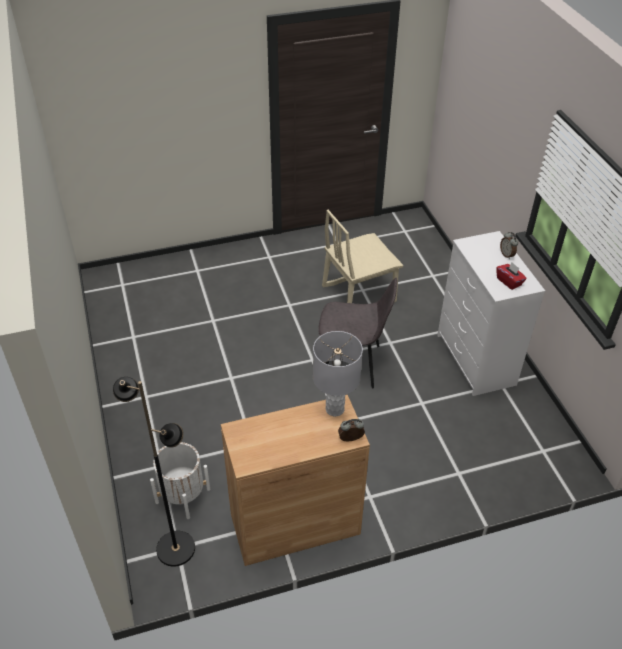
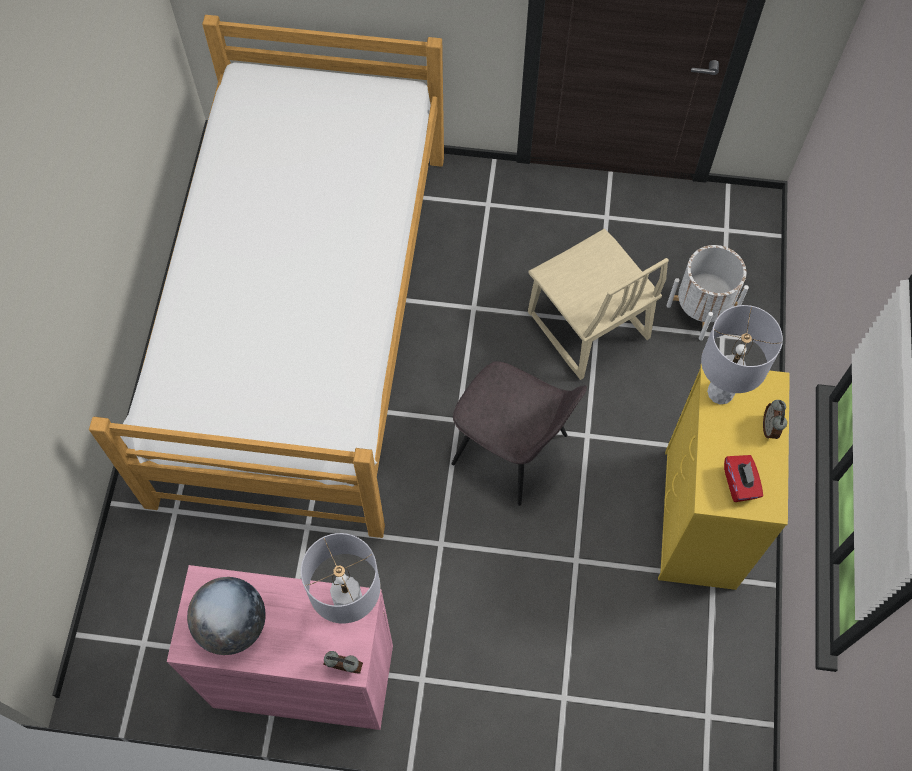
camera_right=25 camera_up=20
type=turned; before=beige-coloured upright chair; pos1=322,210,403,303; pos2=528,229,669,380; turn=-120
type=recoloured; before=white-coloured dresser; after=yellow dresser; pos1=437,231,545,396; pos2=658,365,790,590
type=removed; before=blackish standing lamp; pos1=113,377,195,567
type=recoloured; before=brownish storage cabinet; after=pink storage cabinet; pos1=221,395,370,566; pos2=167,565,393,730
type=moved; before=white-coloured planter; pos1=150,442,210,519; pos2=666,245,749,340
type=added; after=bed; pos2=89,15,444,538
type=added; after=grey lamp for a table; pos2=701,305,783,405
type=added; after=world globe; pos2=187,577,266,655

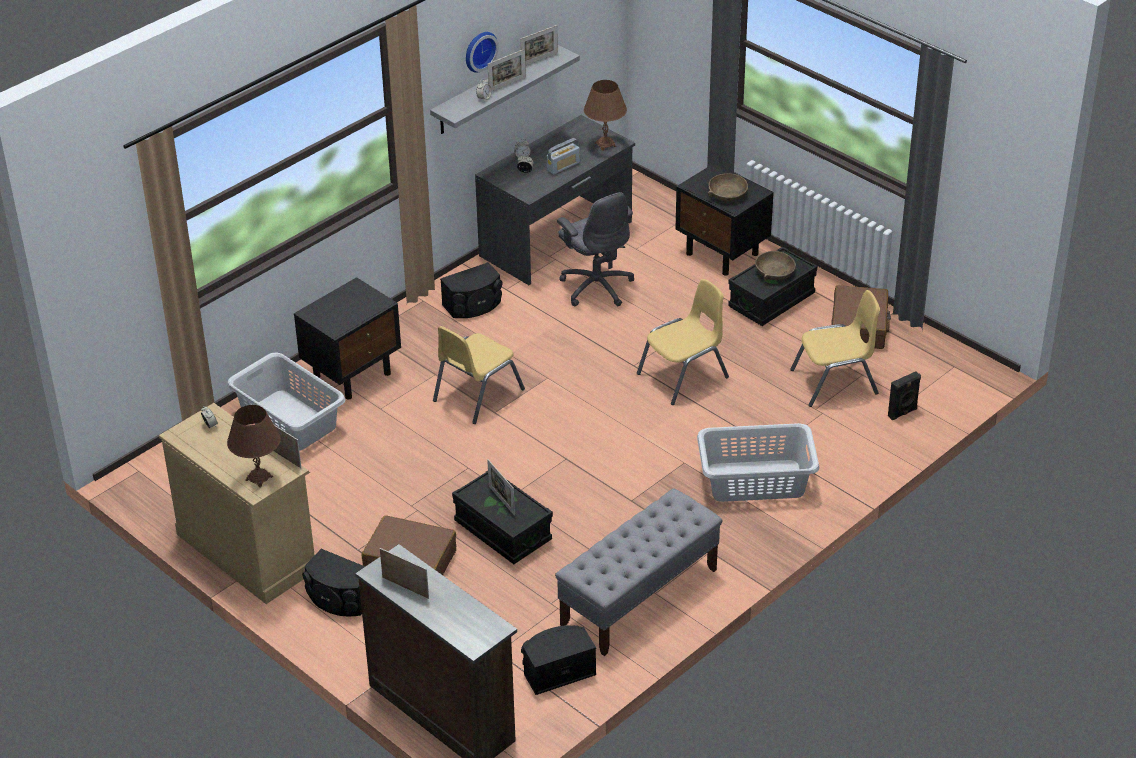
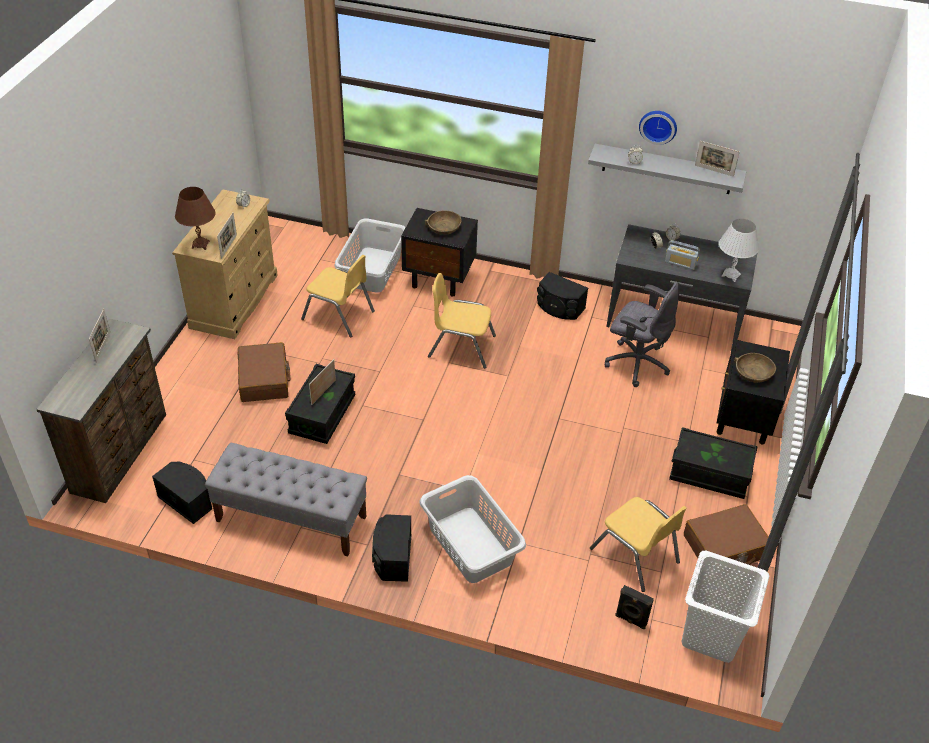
camera_right=60 camera_up=5
type=removed; before=photo frame; pos1=488,49,526,91
type=recoloured; before=brownish lamp for a table; after=white-coloured lamp for a table; pos1=584,80,627,151; pos2=719,219,759,282
type=turned; before=grey office chair; pos1=557,192,634,307; pos2=605,282,680,387; turn=-90
type=moved; before=brownish deep dish; pos1=755,251,796,281; pos2=425,210,461,235
type=moved; before=yellow upright chair; pos1=637,279,729,405; pos2=301,255,375,337
type=moved; before=blackish loudspeaker; pos1=302,549,365,616; pos2=372,514,411,582
type=added; after=white-coloured hamper; pos2=682,551,769,663

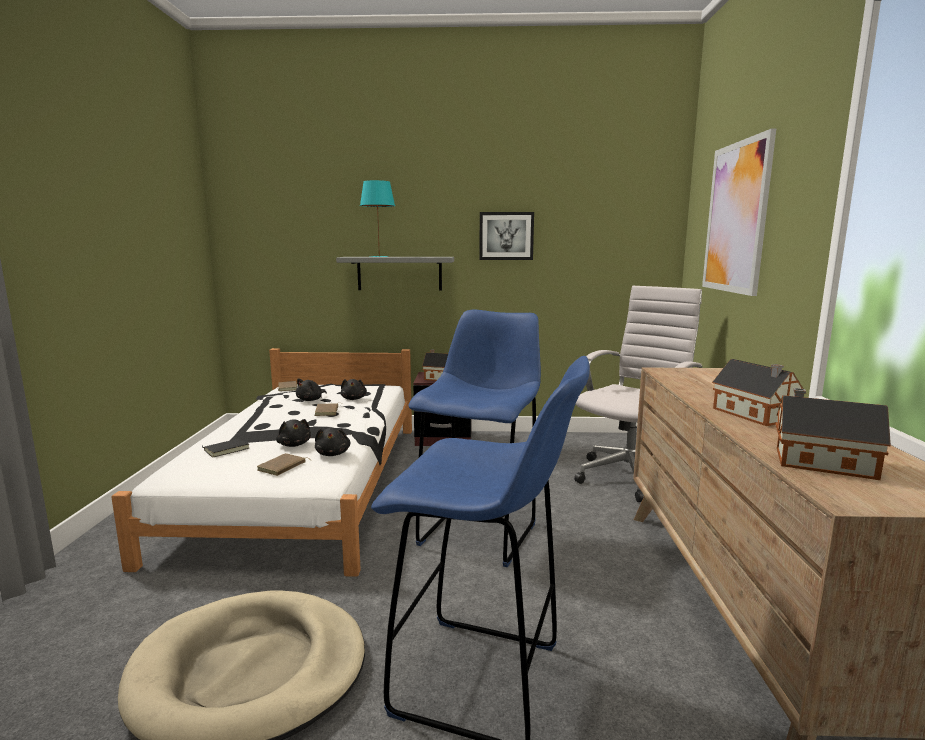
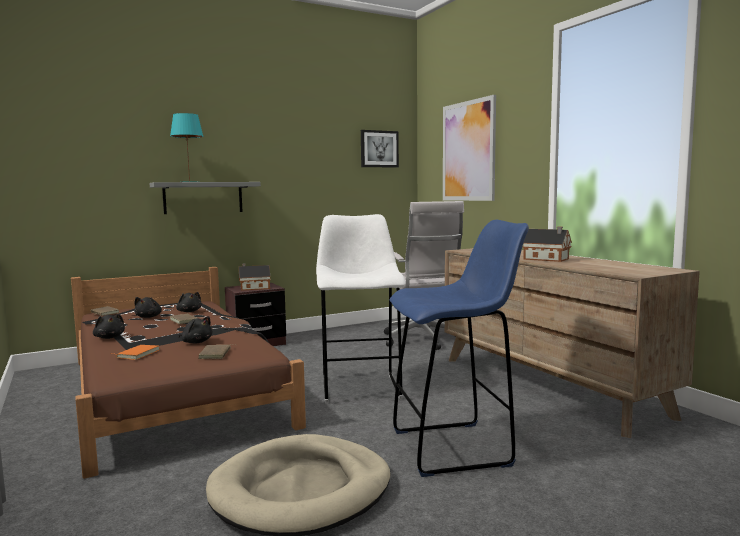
camera_right=-30 camera_up=-5
type=moved; before=wall art; pos1=479,212,534,260; pos2=361,130,399,168
type=turned; before=white-coloured office chair; pos1=574,286,702,502; pos2=384,201,464,350; turn=150
type=recoloured; before=blue-coloured sitting stool; after=white-coloured sitting stool; pos1=408,310,541,567; pos2=316,214,406,404
type=recoloured; before=white-coloured bed; after=brownish bed; pos1=111,348,412,577; pos2=71,267,306,479
type=removed; before=model house; pos1=776,388,891,480
type=moved; before=blackish soft toy; pos1=315,428,350,456; pos2=93,314,125,339
type=recoloured; before=blackish volume; after=orange-coloured volume; pos1=202,439,249,457; pos2=111,345,160,360

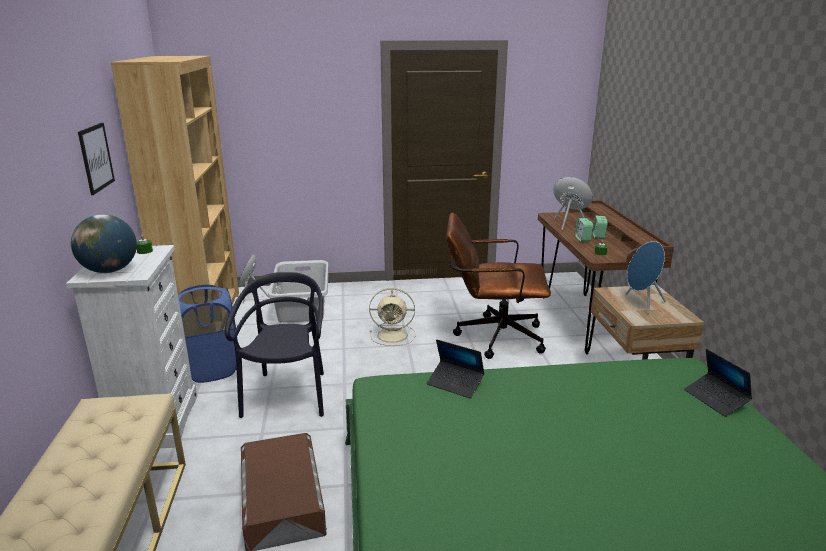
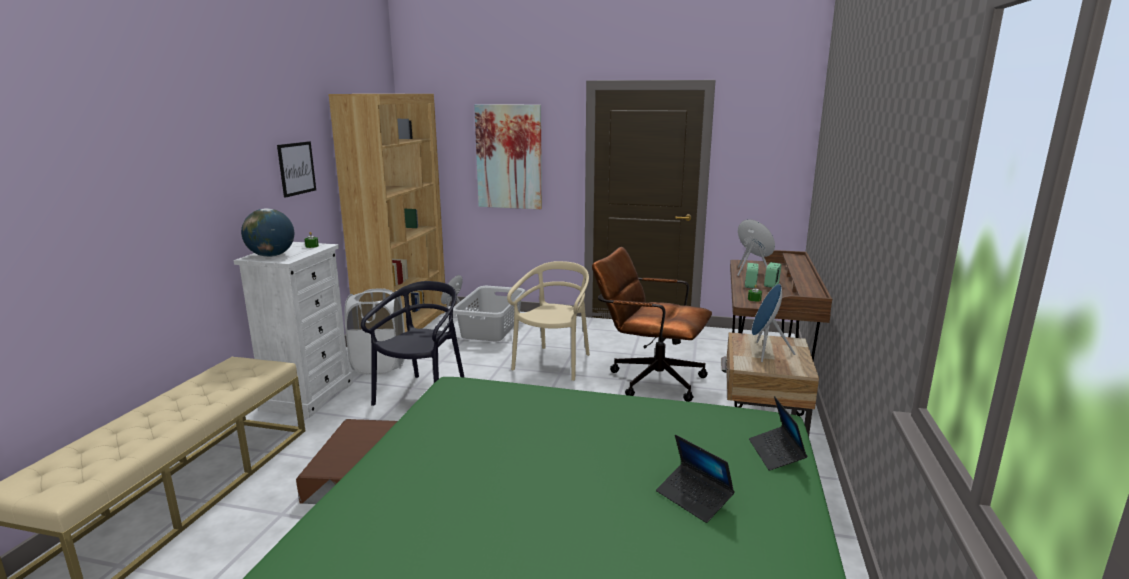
camera_right=20 camera_up=-5
type=recoloured; before=blue-coloured hamper; after=white-coloured hamper; pos1=178,284,237,383; pos2=345,288,405,375
type=replaced; before=beige-coloured cooling fan; after=beige-coloured upright chair; pos1=369,288,416,346; pos2=507,261,590,381
type=moved; before=portable computer; pos1=427,339,485,398; pos2=656,435,735,523
type=added; after=wall art; pos2=474,104,542,209

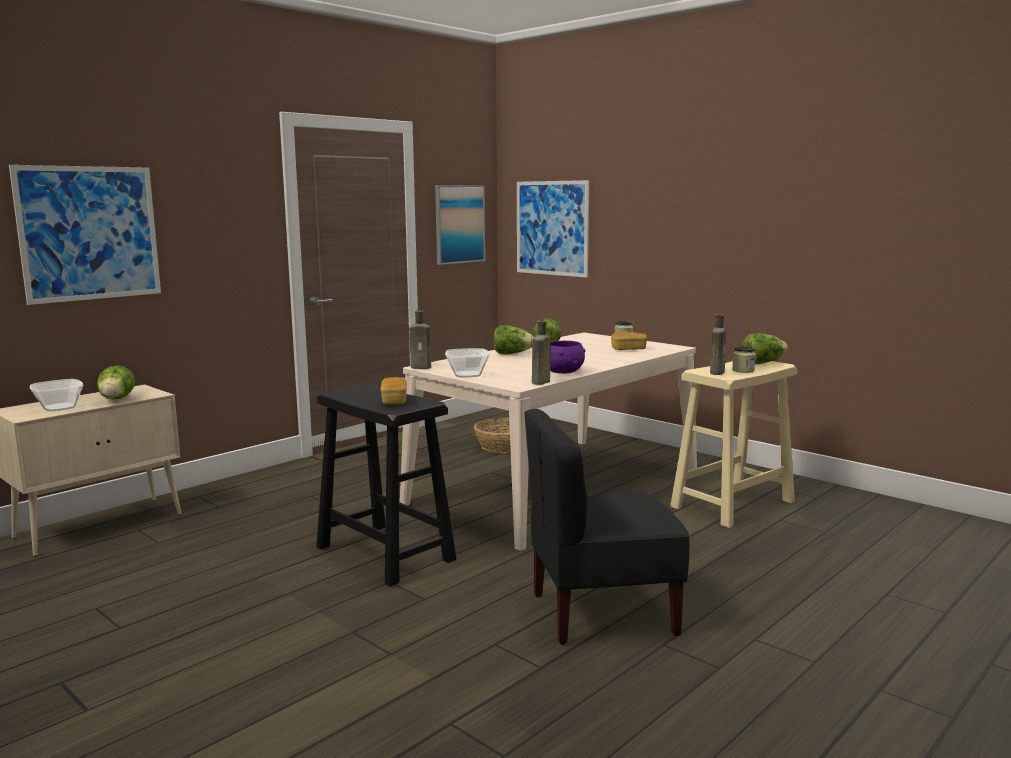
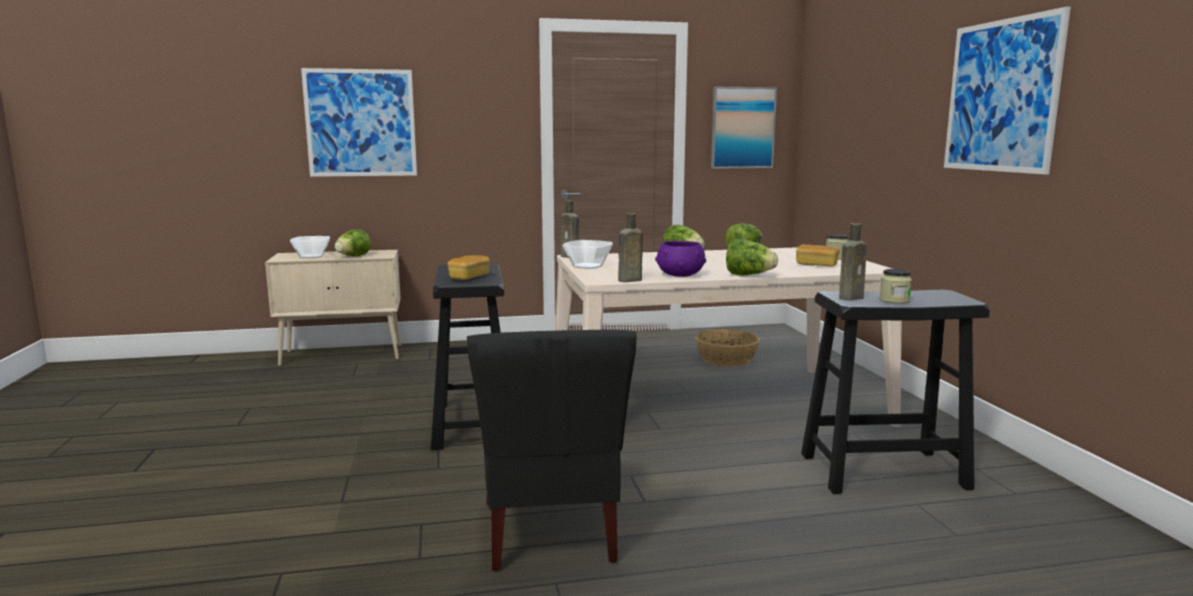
camera_right=35 camera_up=0
type=moved; before=wall art; pos1=517,180,589,278; pos2=944,6,1071,175
type=moved; before=lettuce head; pos1=743,333,788,364; pos2=726,239,778,276
type=recoloured; before=beige-coloured sitting stool; after=blackish sitting stool; pos1=670,361,798,528; pos2=801,289,990,494
type=turned; before=blackish upright chair; pos1=525,409,689,645; pos2=467,330,637,571; turn=-120

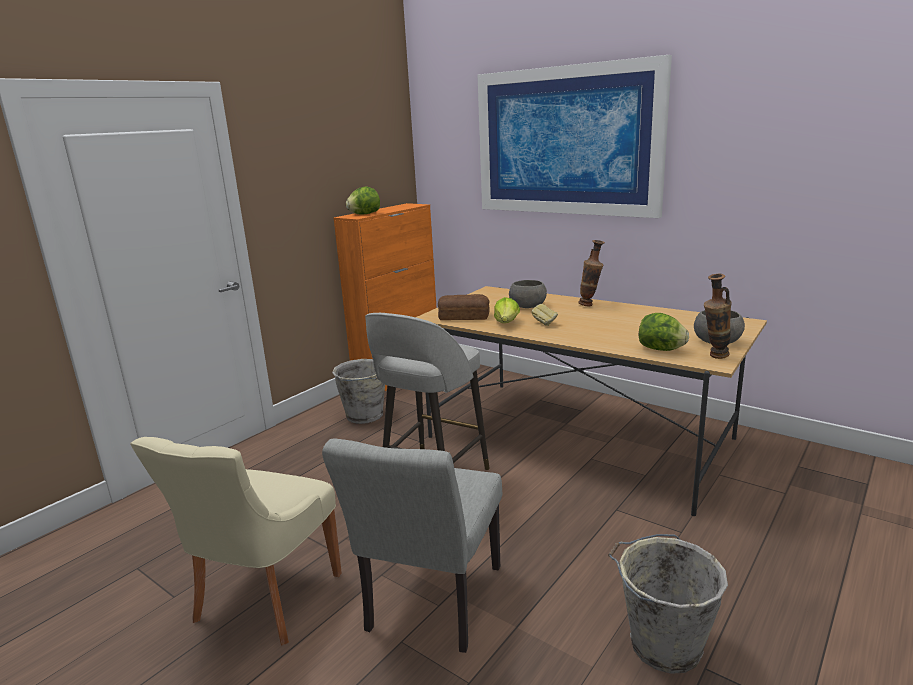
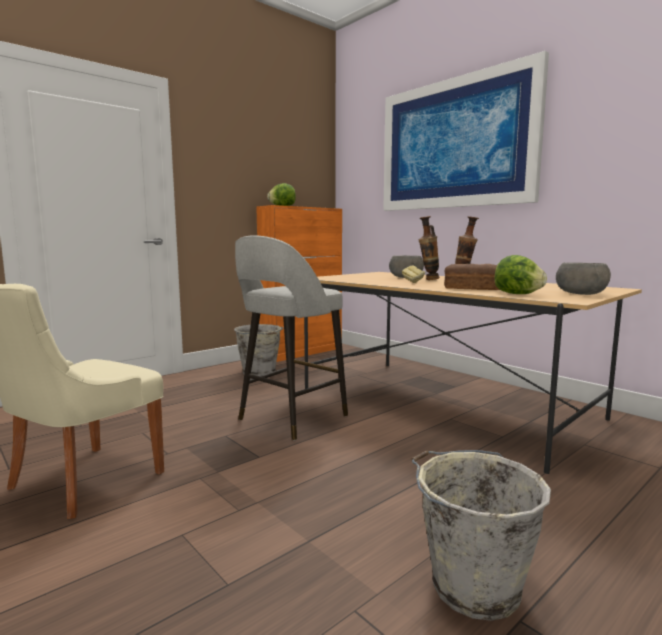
camera_right=10 camera_up=-10
type=moved; before=vase; pos1=704,273,732,359; pos2=419,216,440,280
type=moved; before=bread; pos1=438,294,490,320; pos2=444,264,499,290
type=removed; before=lettuce head; pos1=494,297,520,323
type=removed; before=grey upright chair; pos1=322,439,502,653

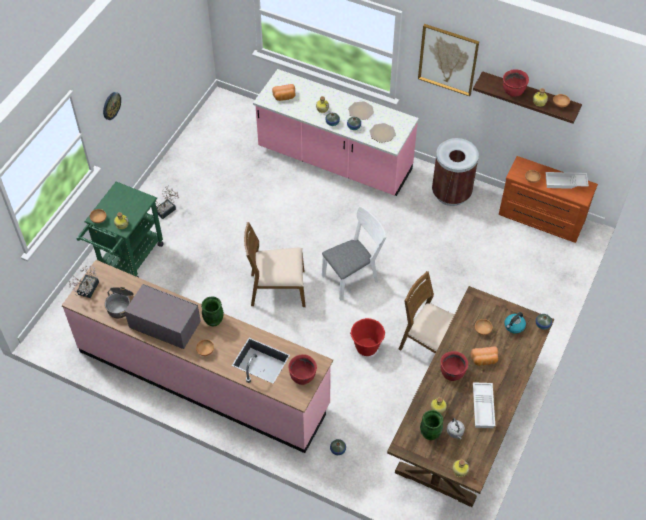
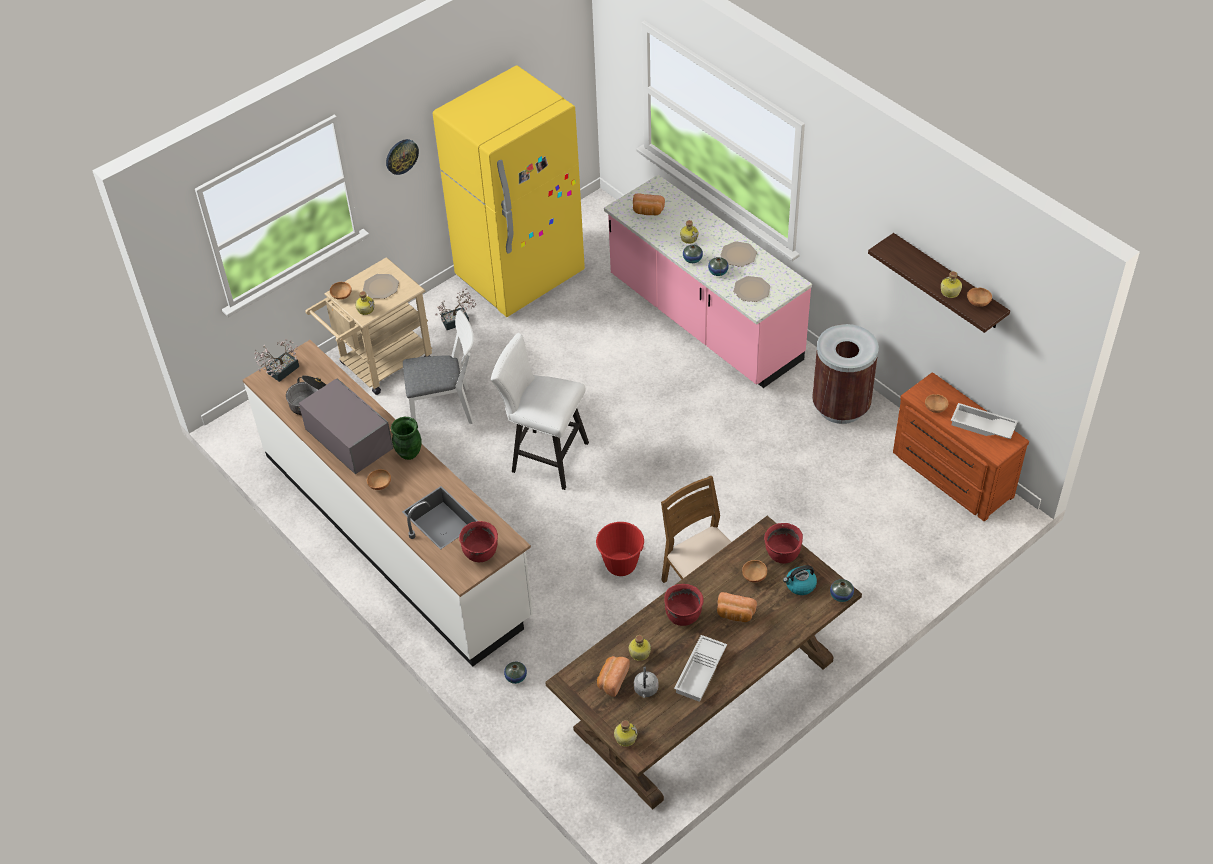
camera_right=25 camera_up=-5
type=removed; before=wall art; pos1=418,24,479,96
type=moved; before=reddish cooking pot; pos1=503,69,529,97; pos2=764,523,803,564
type=recoloured; before=green-coloured cart; after=beige-coloured cart; pos1=77,181,164,278; pos2=305,257,432,395
type=moved; before=white-coloured upright chair; pos1=322,206,386,301; pos2=403,310,474,424
type=replaced; before=brownish upright chair; after=white-coloured sitting stool; pos1=244,222,305,307; pos2=491,333,589,490
type=recoloured; before=pink kitchen base unit; after=white-coloured kitchen base unit; pos1=61,260,333,453; pos2=243,340,533,667
type=replaced; before=green-coloured vase; after=bread; pos1=420,410,443,440; pos2=597,656,630,697
type=added; after=yellow kitchen fridge; pos2=433,65,585,317
type=added; after=flat dish; pos2=363,274,399,299

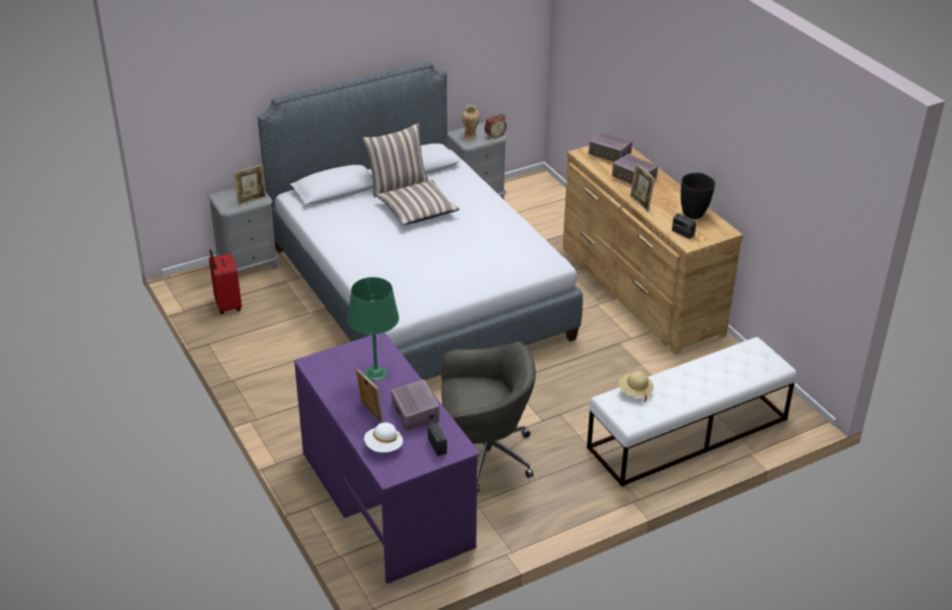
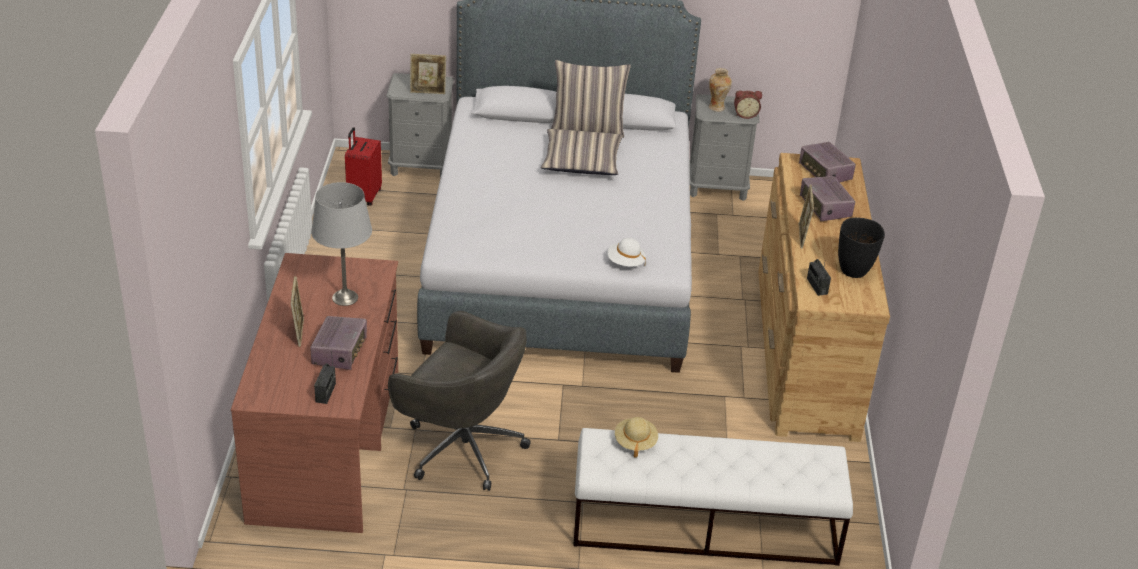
camera_right=30 camera_up=0
type=recoloured; before=green-coloured lamp for a table; after=grey lamp for a table; pos1=347,277,399,381; pos2=311,182,372,306
type=recoloured; before=purple-coloured desk unit; after=brownish desk unit; pos1=294,332,480,584; pos2=231,253,398,533
type=moved; before=white-coloured hat; pos1=364,422,403,452; pos2=607,238,646,267

